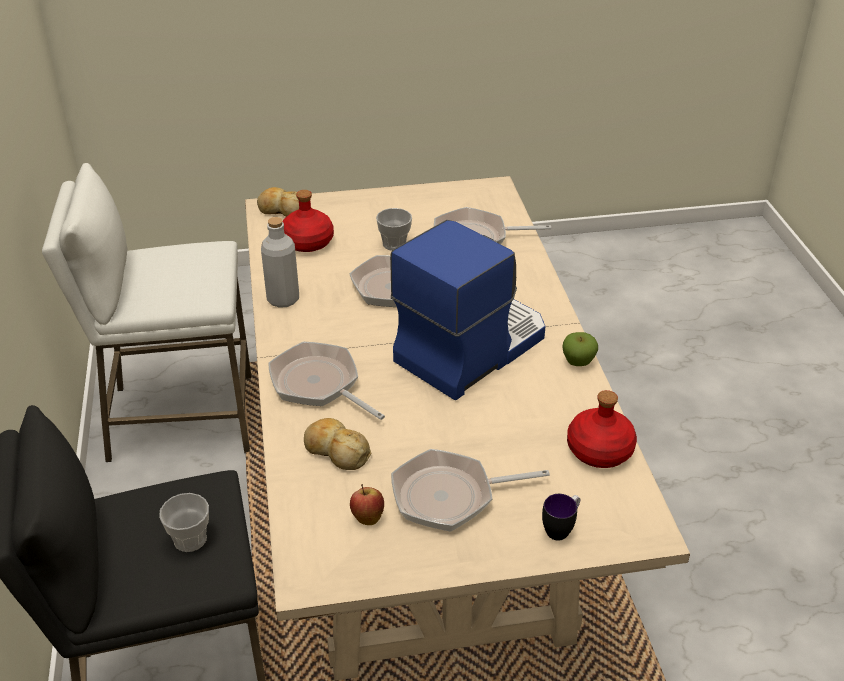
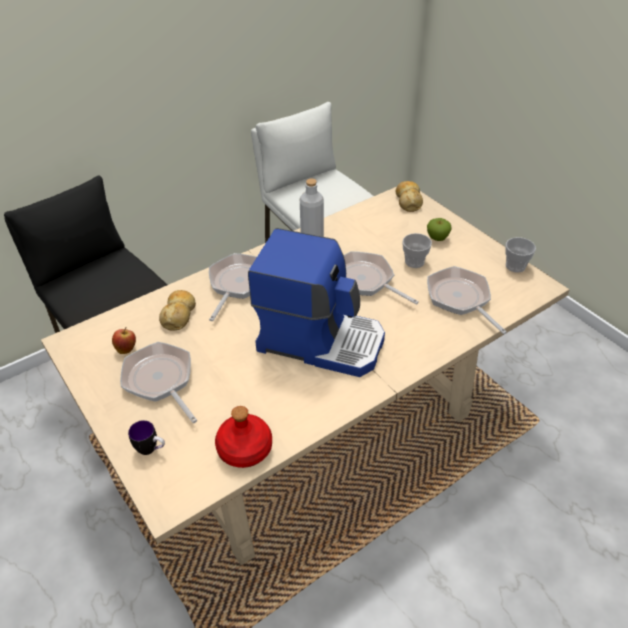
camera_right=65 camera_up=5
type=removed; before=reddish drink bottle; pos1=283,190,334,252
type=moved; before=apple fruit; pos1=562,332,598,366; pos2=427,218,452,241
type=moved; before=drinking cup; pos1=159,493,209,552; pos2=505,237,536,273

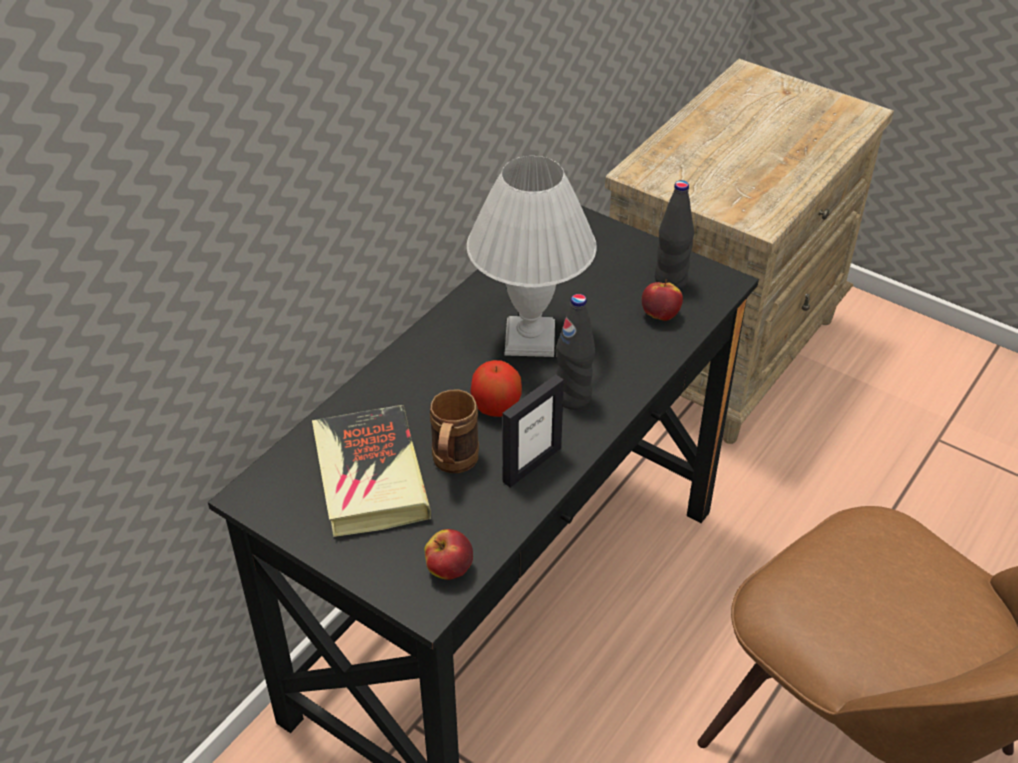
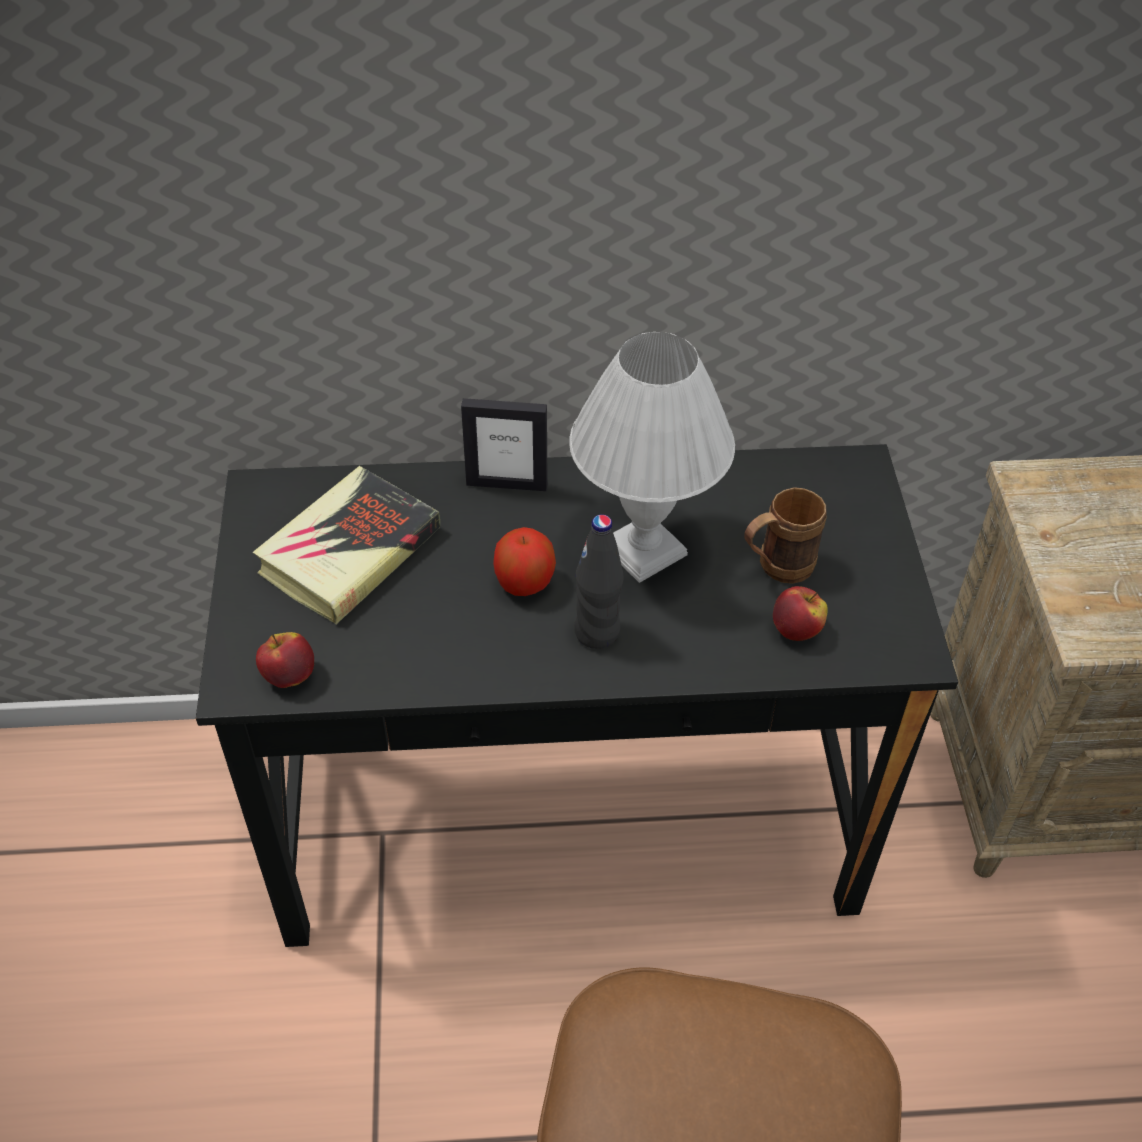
camera_right=50 camera_up=5
type=removed; before=blackish drink bottle; pos1=655,180,694,290
type=moved; before=photo frame; pos1=502,375,564,488; pos2=461,398,548,491
type=moved; before=brownish coffee mug; pos1=430,390,479,473; pos2=744,487,826,584

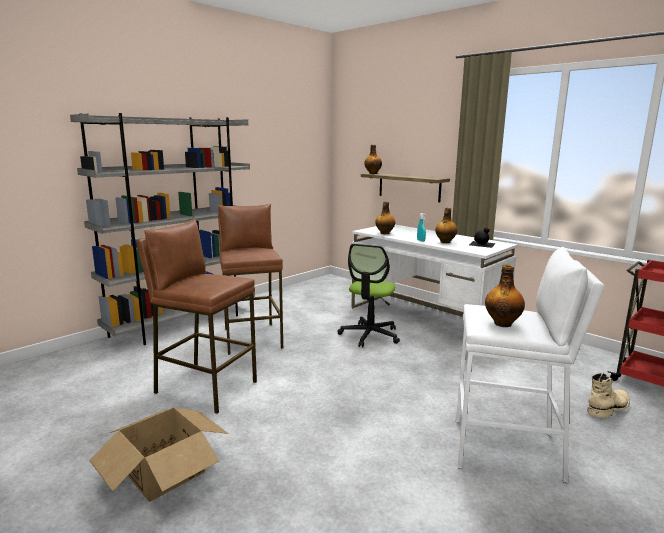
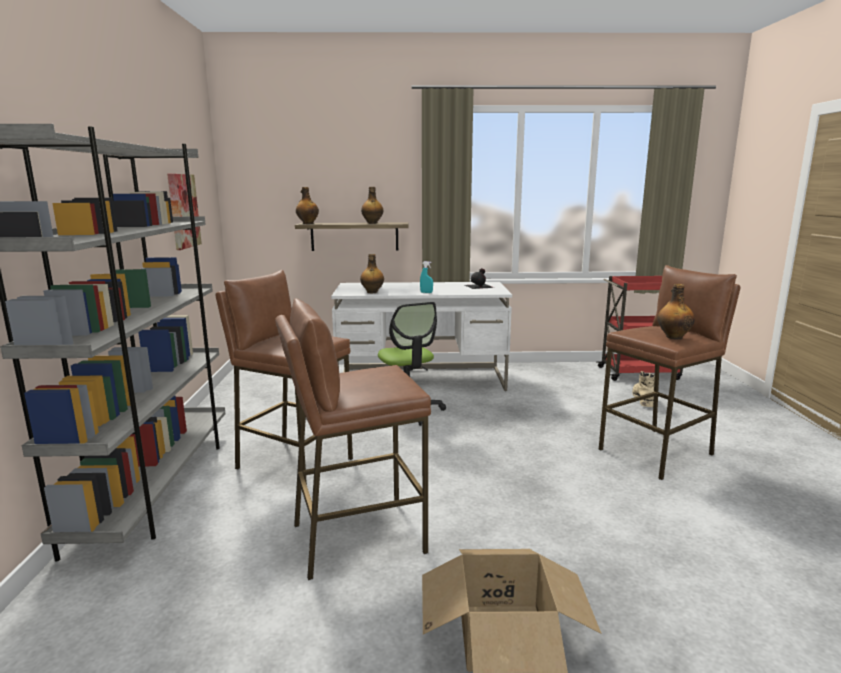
camera_right=-45 camera_up=0
type=moved; before=drink bottle; pos1=435,208,458,243; pos2=361,187,383,224
type=recoloured; before=white-coloured sitting stool; after=brownish sitting stool; pos1=456,247,604,483; pos2=599,265,740,480
type=added; after=wall art; pos2=167,174,202,250

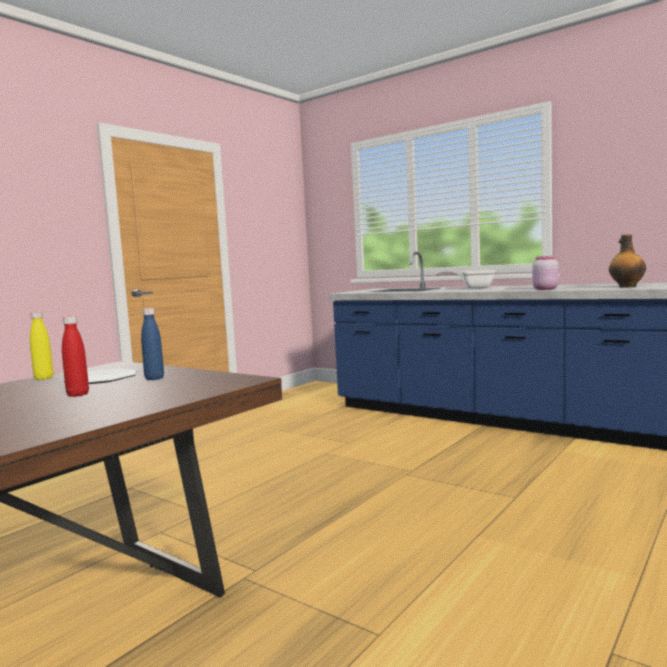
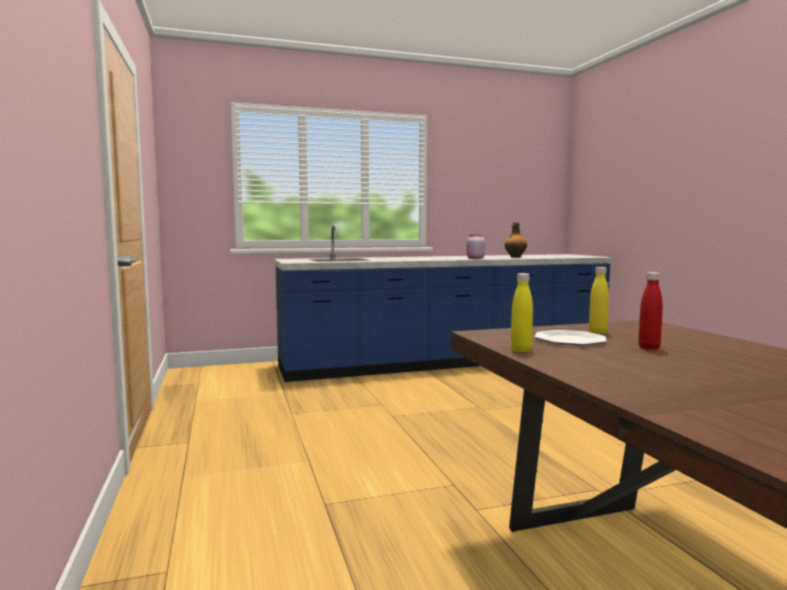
camera_right=-55 camera_up=0
type=removed; before=frying pan; pos1=436,270,495,289
type=recoloured; before=blue-coloured drink bottle; after=yellow drink bottle; pos1=141,308,164,380; pos2=589,267,609,334

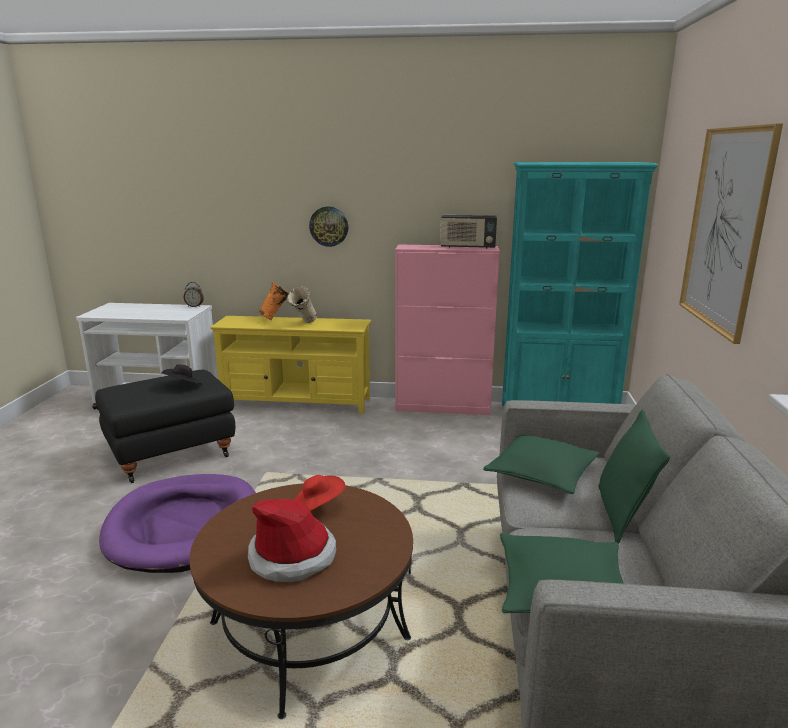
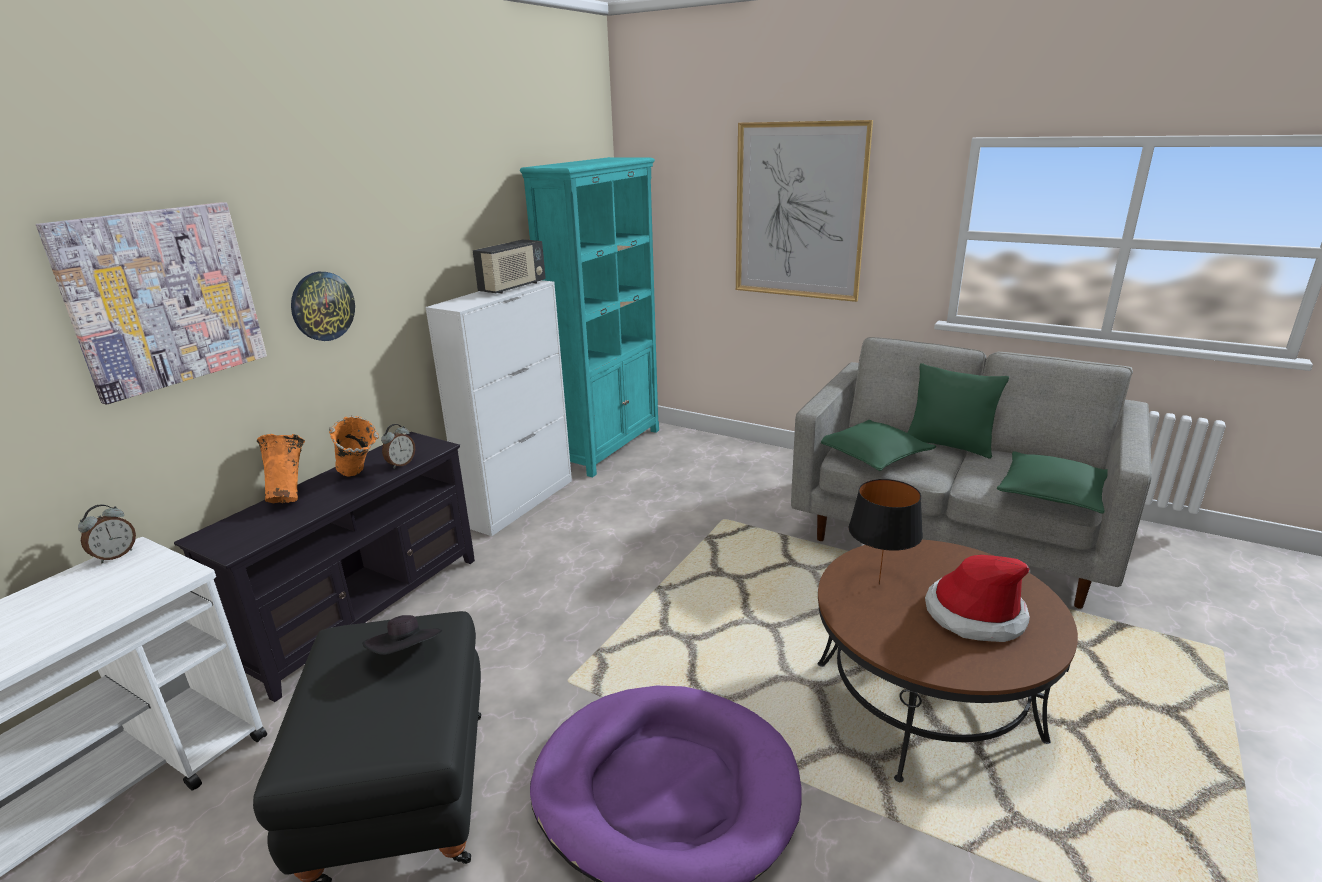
camera_right=-65 camera_up=5
type=recoloured; before=pink storage cabinet; after=white-coloured storage cabinet; pos1=395,245,500,415; pos2=425,280,572,536
type=recoloured; before=beige-coloured vase; after=orange-coloured vase; pos1=287,286,317,323; pos2=329,416,379,477
type=recoloured; before=yellow media console; after=blackish media console; pos1=210,316,371,414; pos2=174,432,475,702
type=replaced; before=reddish hat; after=blackish lamp for a table; pos1=294,475,345,511; pos2=849,479,923,585
type=added; after=wall art; pos2=36,202,267,405
type=added; after=table clock; pos2=381,424,415,469

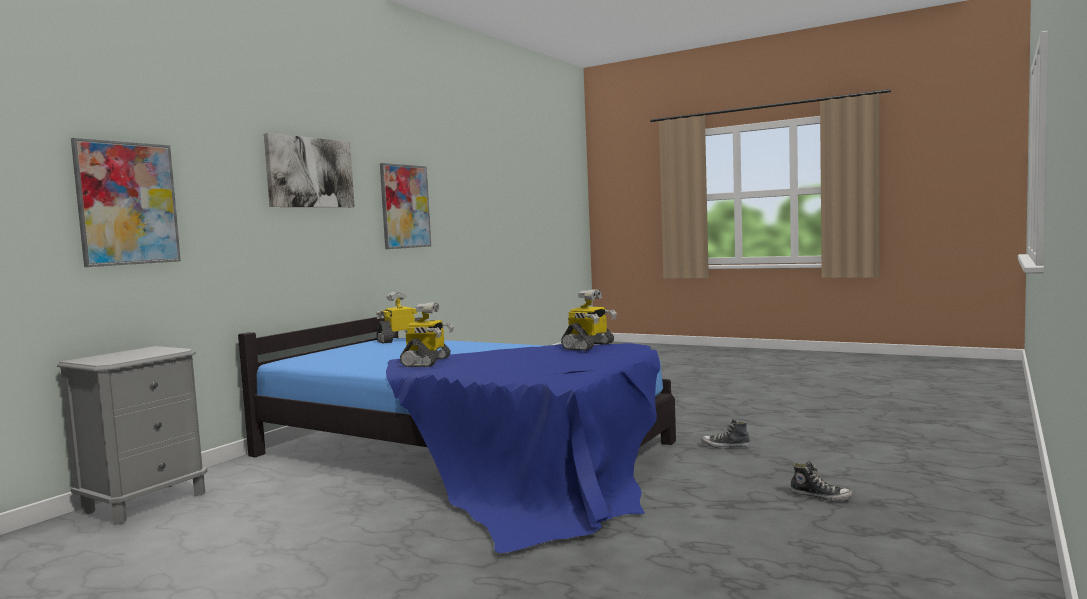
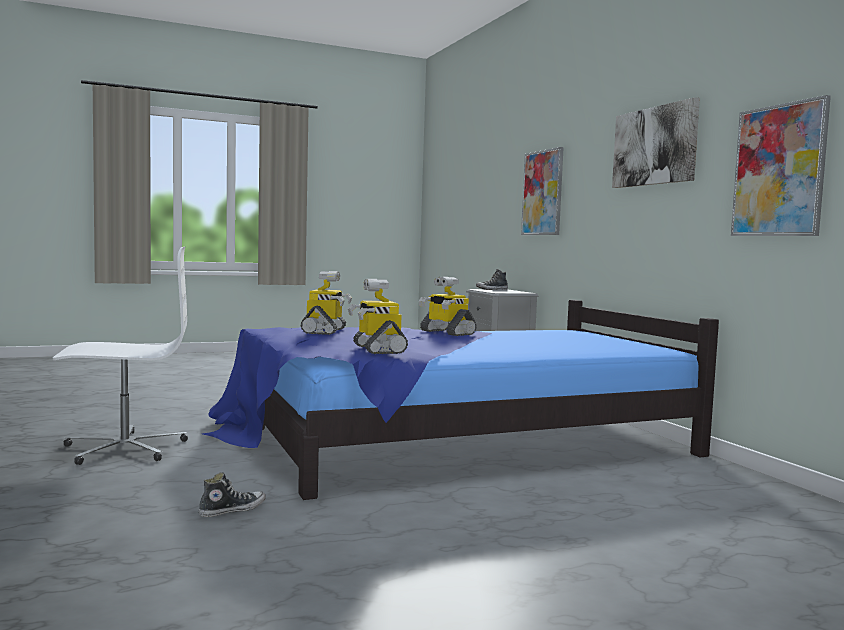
camera_right=125 camera_up=0
type=moved; before=model robot; pos1=376,292,421,344; pos2=300,271,352,335
type=moved; before=shoe; pos1=790,461,853,502; pos2=476,269,508,290
type=added; after=white-coloured office chair; pos2=53,247,188,465

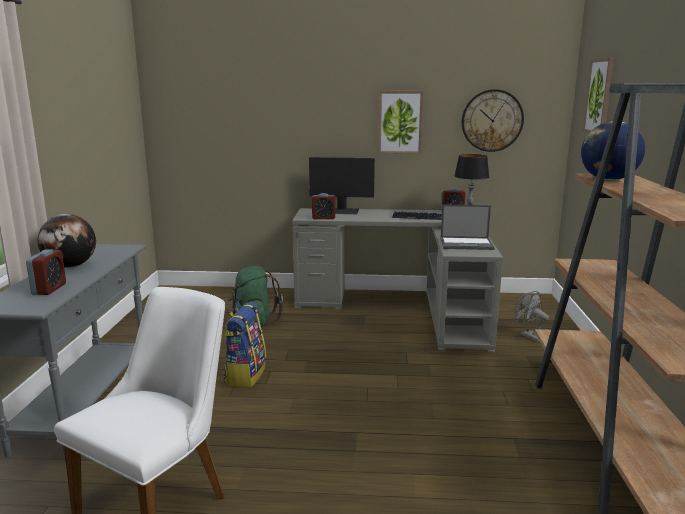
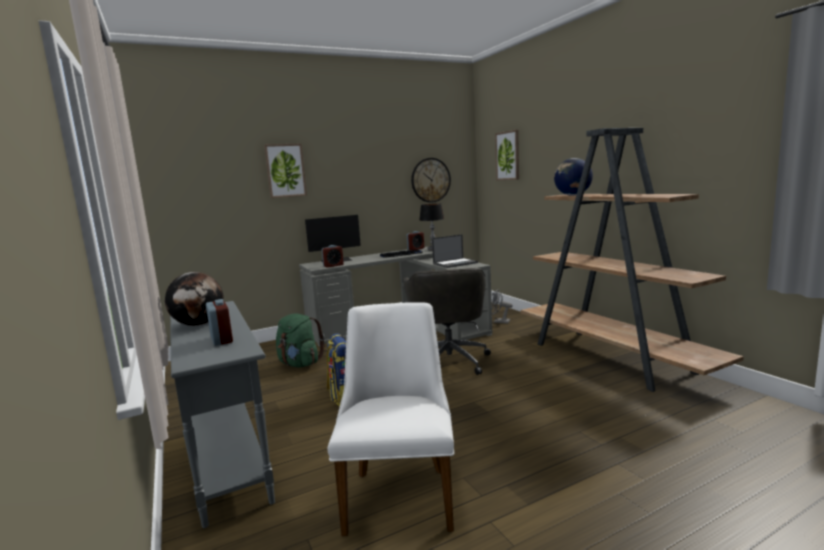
camera_right=-30 camera_up=-5
type=moved; before=wall art; pos1=378,91,423,154; pos2=264,144,307,198
type=added; after=grey office chair; pos2=403,268,491,375

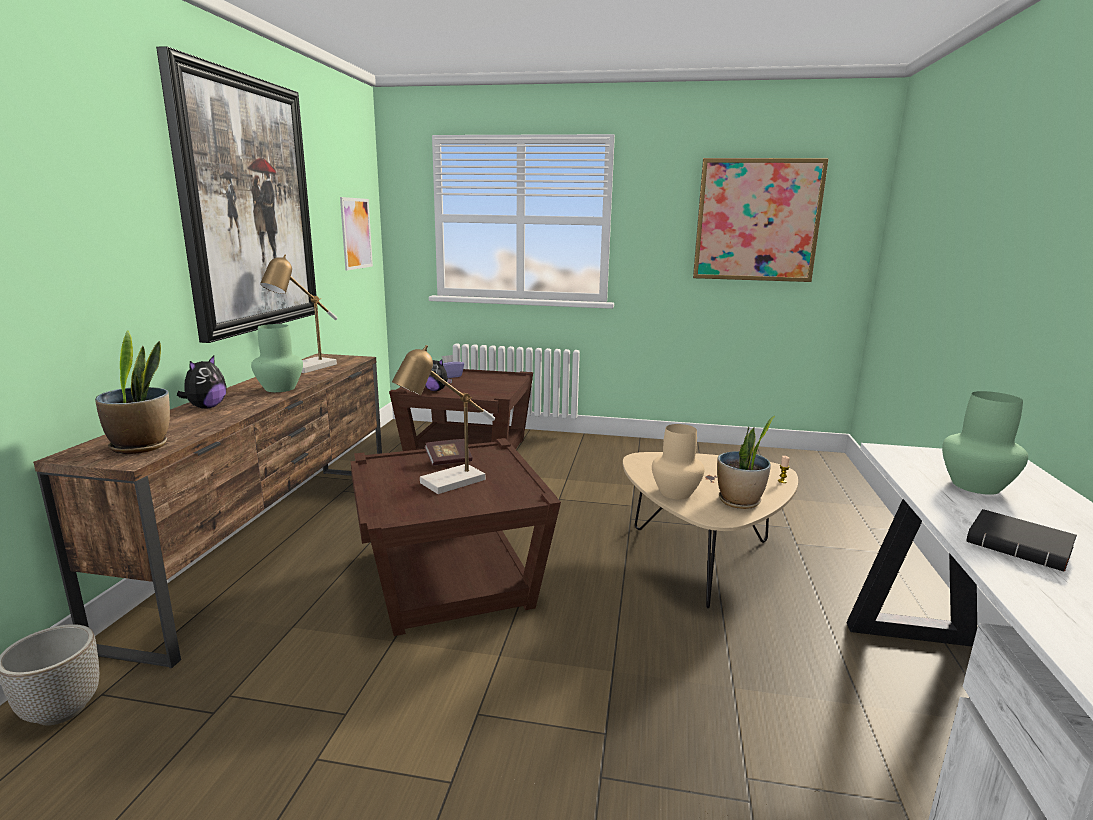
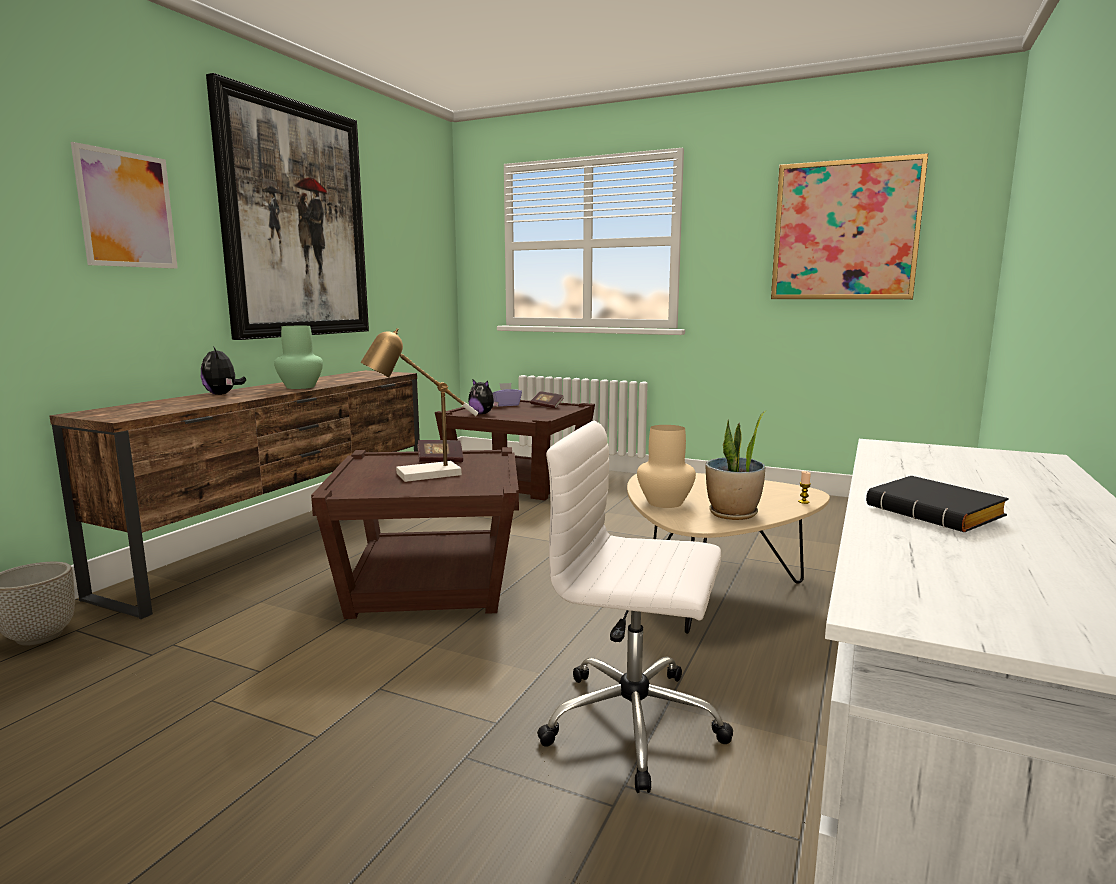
camera_right=15 camera_up=-5
type=moved; before=wall art; pos1=340,197,373,270; pos2=71,142,178,269
type=removed; before=lamp for a table; pos1=260,254,337,373
type=removed; before=potted plant; pos1=95,330,170,454
type=turned; before=soft toy; pos1=177,355,227,409; pos2=201,346,246,395; turn=120
type=removed; before=green-coloured vase; pos1=942,391,1028,495
type=added; after=volume; pos2=530,391,564,409
type=added; after=white-coloured office chair; pos2=537,421,733,793

